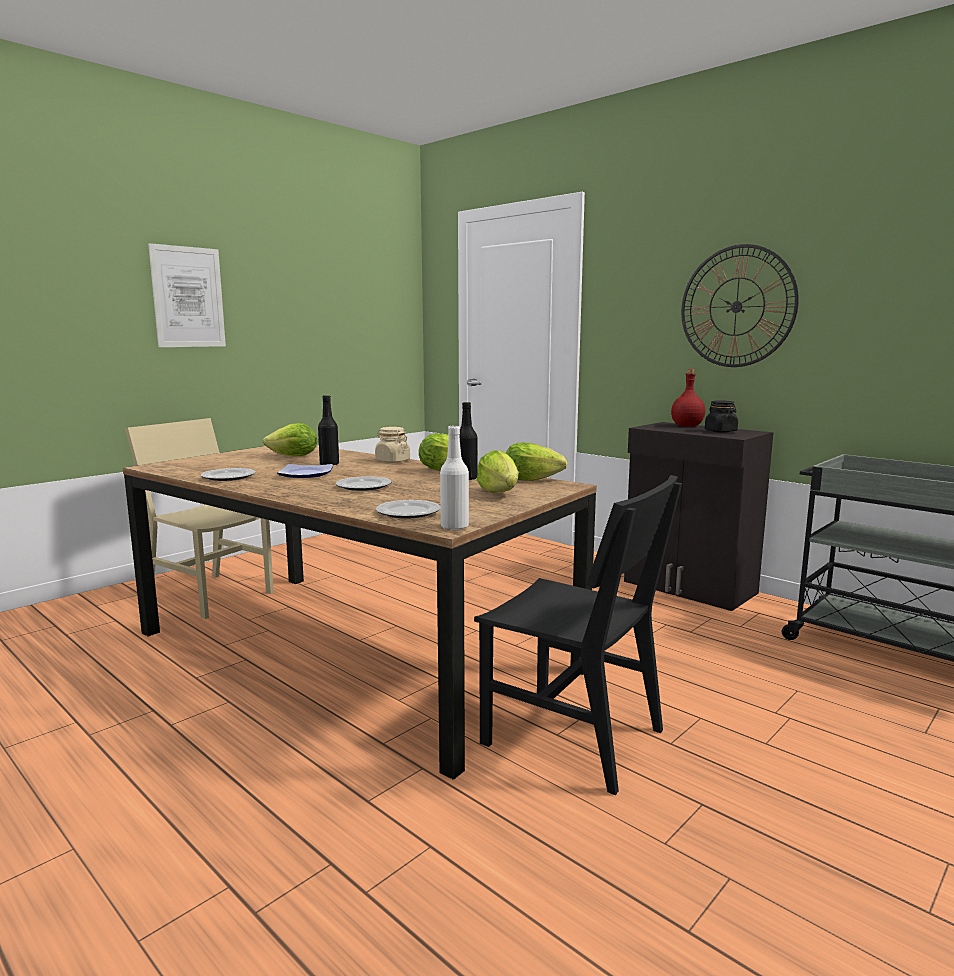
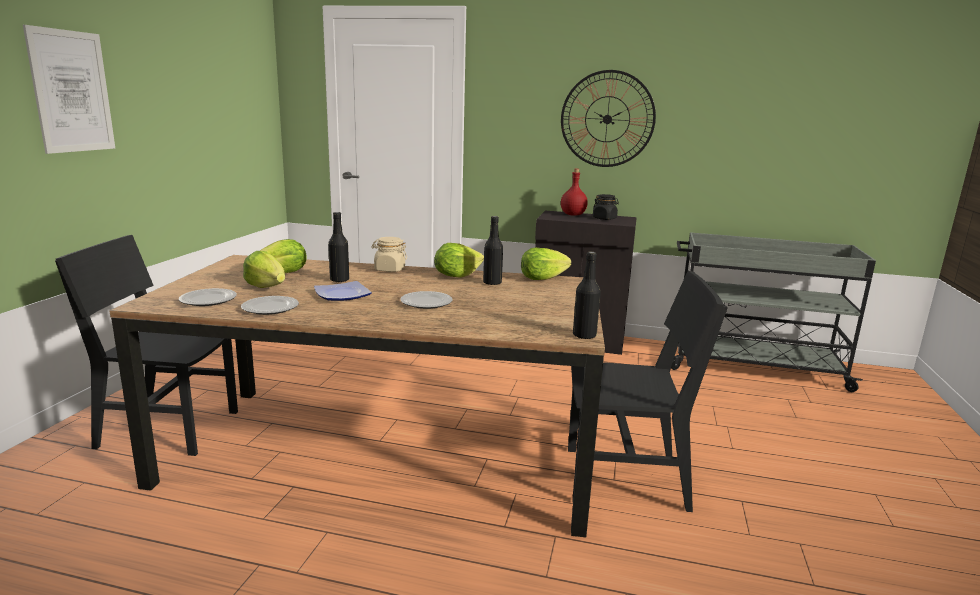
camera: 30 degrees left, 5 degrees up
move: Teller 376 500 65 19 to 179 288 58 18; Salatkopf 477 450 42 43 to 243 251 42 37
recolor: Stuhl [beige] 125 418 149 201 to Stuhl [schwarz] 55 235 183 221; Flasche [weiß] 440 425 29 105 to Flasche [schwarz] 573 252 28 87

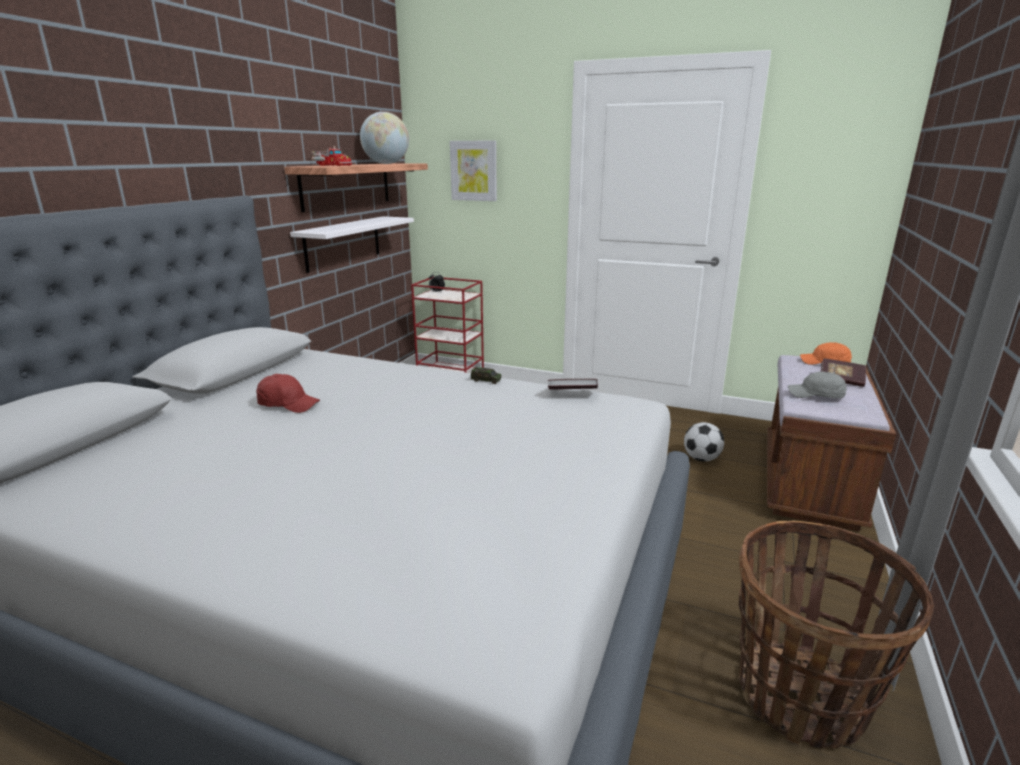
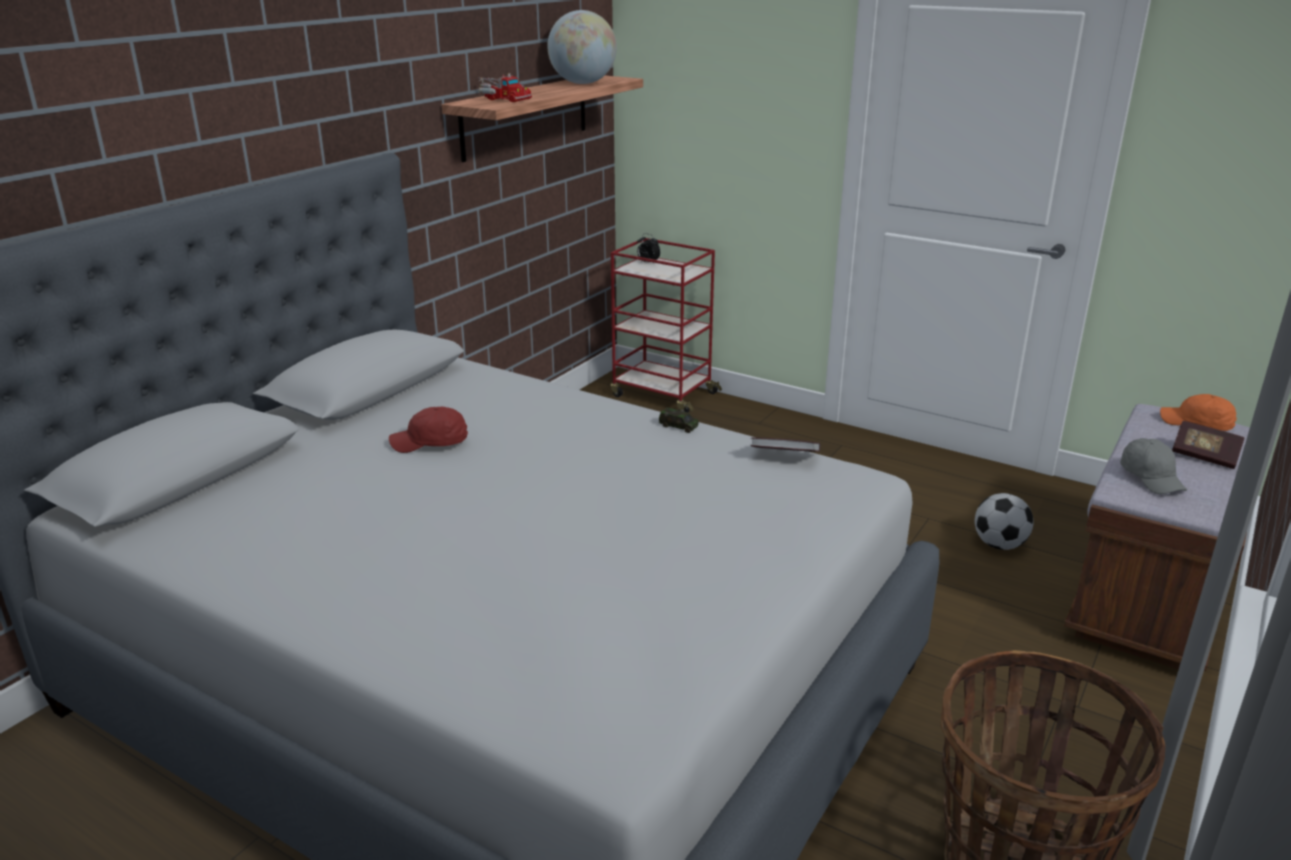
camera: 10 degrees right, 5 degrees up
delete: Wandregal [weiß] 290 216 124 57; Bild 450 141 47 60
rotate: Kappe [rot] 256 374 64 39 = 389 407 79 46 150 degrees clockwise; Kappe [grau] 788 372 59 26 = 1120 438 67 56 135 degrees counterclockwise

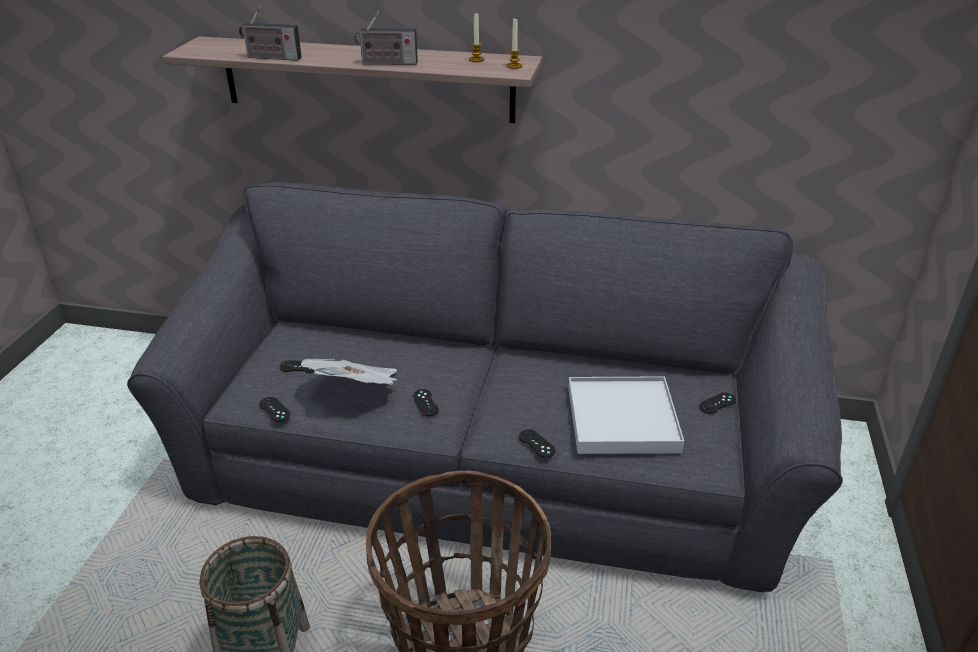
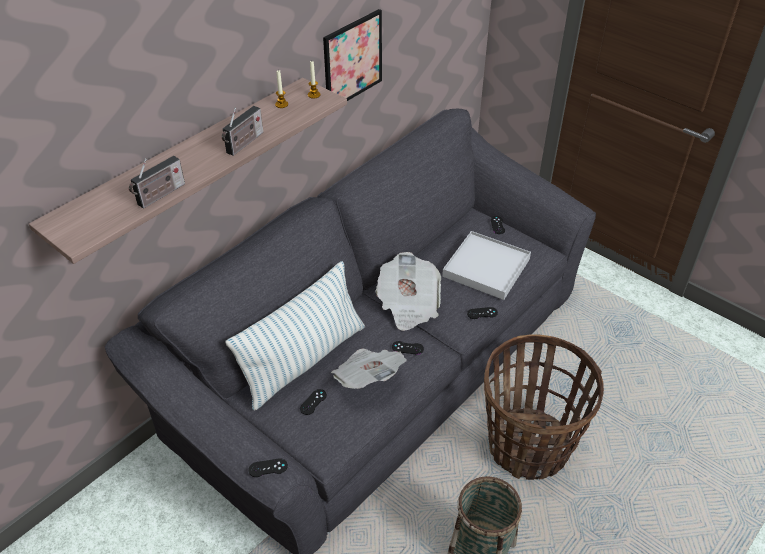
camera: 60 degrees left, 10 degrees up
insert: Kissen 226 261 139 149; Bild 323 9 59 92; Zeitung 375 252 66 79
move: Gamepad [schwarz] 259 397 31 25 to 248 458 40 19

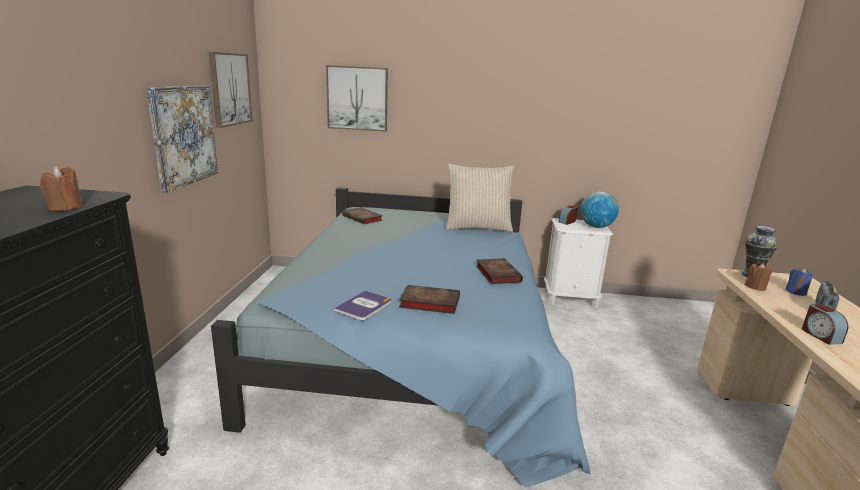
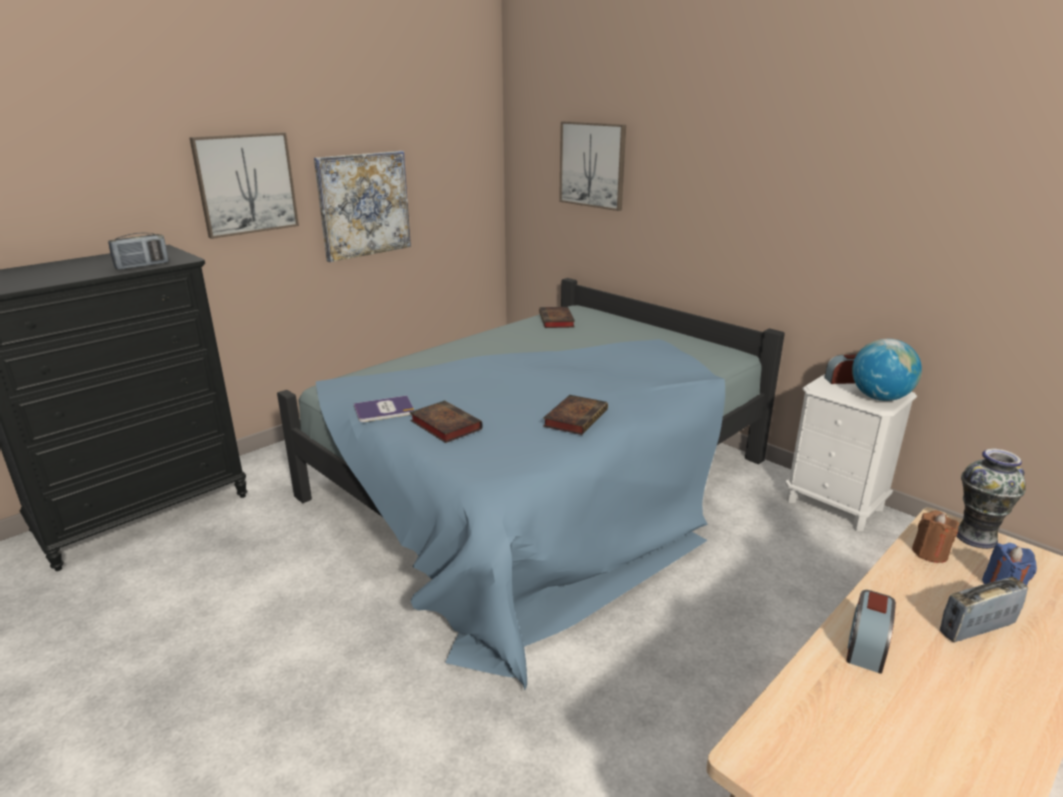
camera: 40 degrees right, 5 degrees up
delete: Kissen [beige] 445 164 69 68
move: Bild 209 52 44 76 to 189 132 110 107
replace: Kerze [braun] 40 166 43 45 to Radio 108 233 61 37

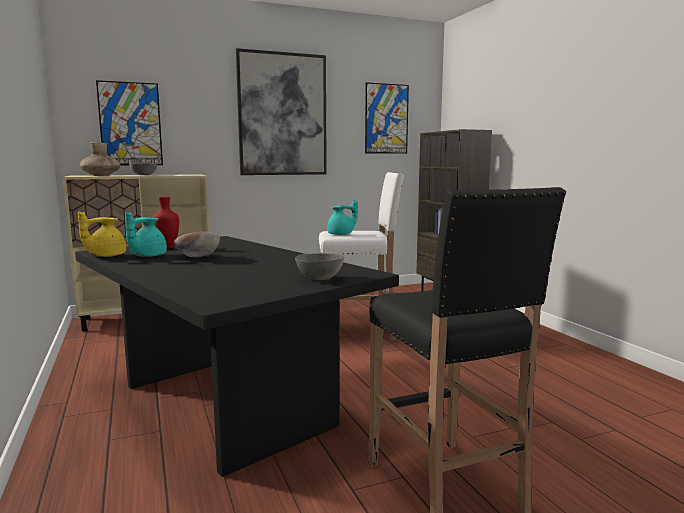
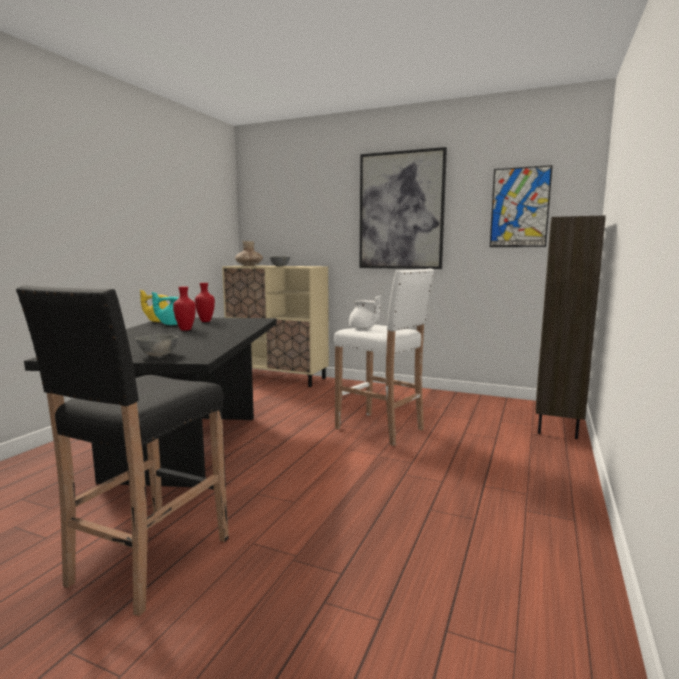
camera: 45 degrees right, 0 degrees up
delete: Bild 96 80 67 85
replace: Schüssel 174 232 46 25 to Vase [rot] 173 286 23 45
recolor: Teekanne [türkis] 327 199 31 36 to Teekanne [weiß] 349 295 32 34

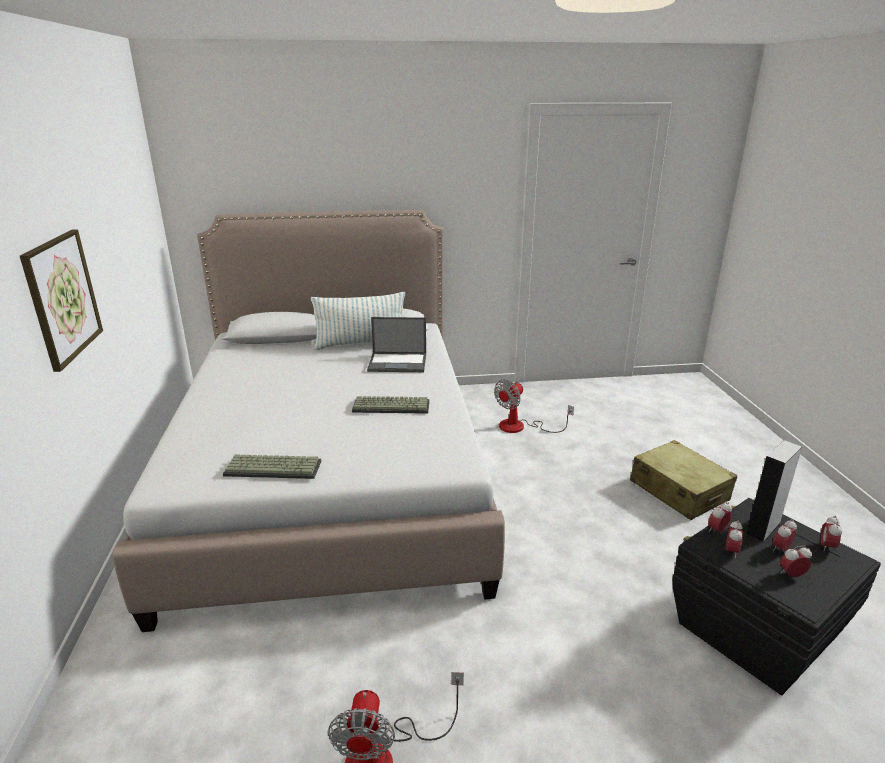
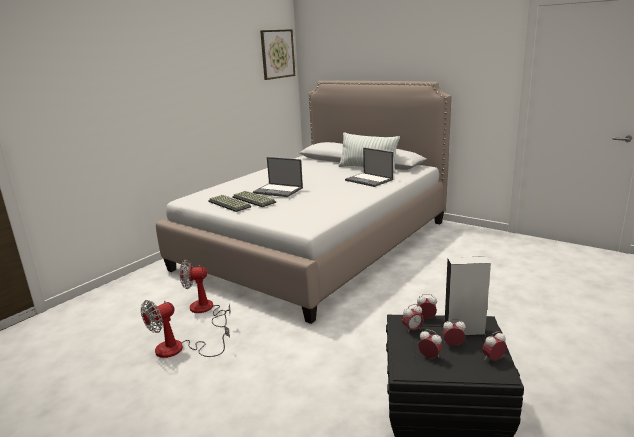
camera: 45 degrees right, 5 degrees down
delete: Koffer [beige] 630 440 108 80
insert: Laptop 253 157 50 40
move: Ventilator 494 379 80 54 to 180 260 51 67; Tastatur 352 396 78 18 to 232 191 44 16; Bild 20 229 83 143 to 260 29 35 51

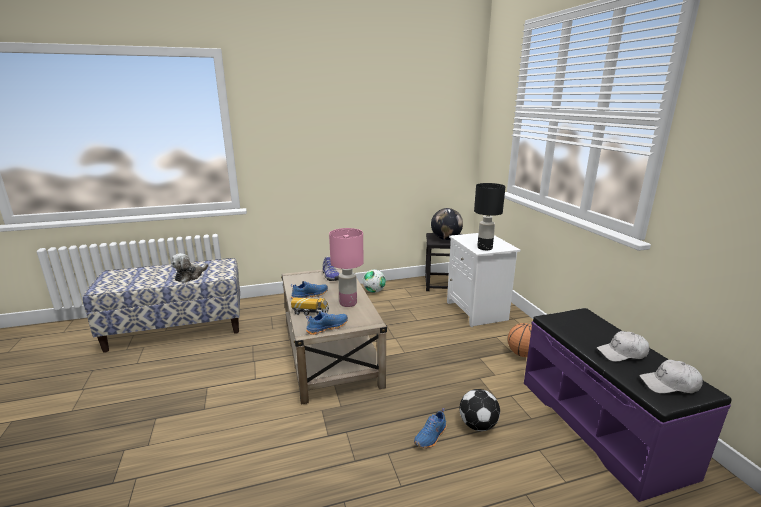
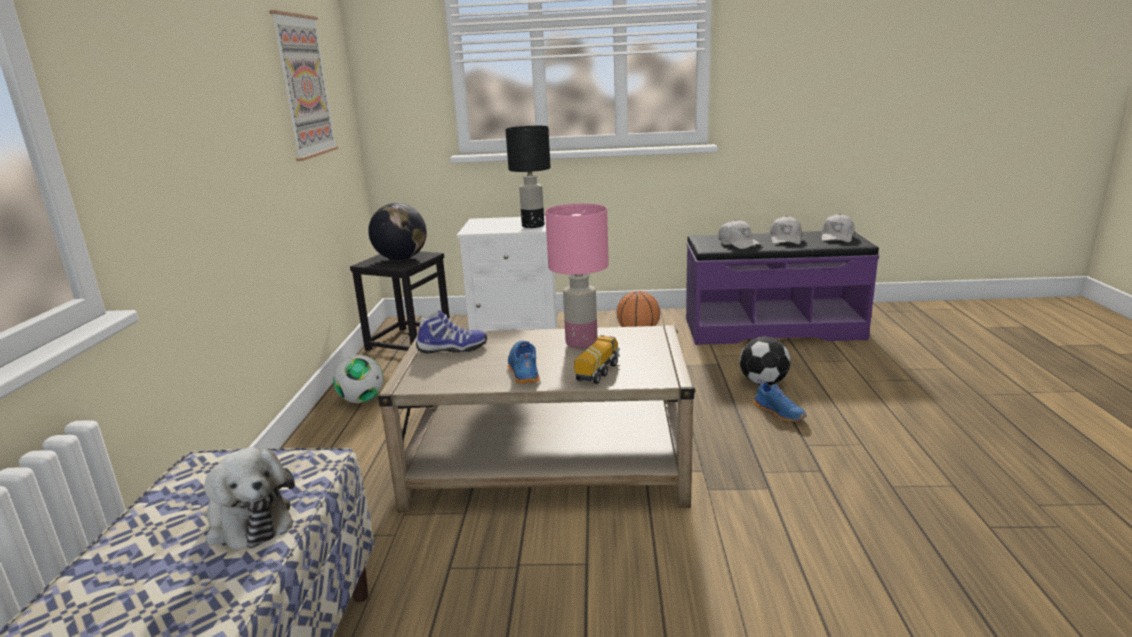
camera: 70 degrees left, 0 degrees up
delete: Schuh [blau] 306 311 42 24
insert: Bild 269 10 69 151; Kappe [weiß] 718 220 44 29

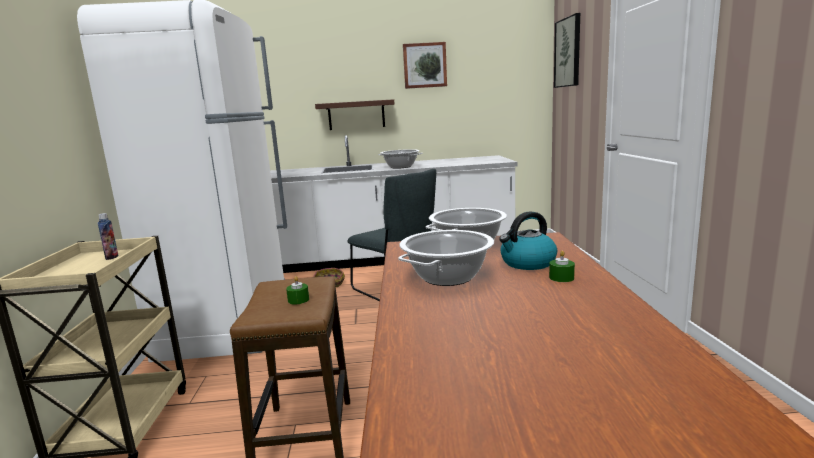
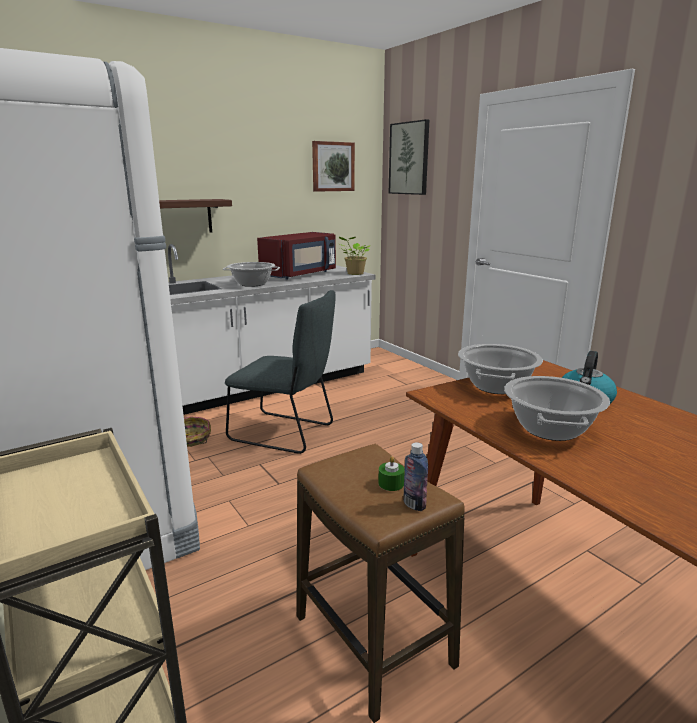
camera: 30 degrees left, 5 degrees up
delete: Kerze [grün] 549 250 26 32
insert: Mikrowelle [rot] 257 232 79 48; Topfpflanze 339 237 32 38
move: Bild 403 42 44 47 to 312 141 43 51; Flasche 98 213 21 47 to 403 443 25 68

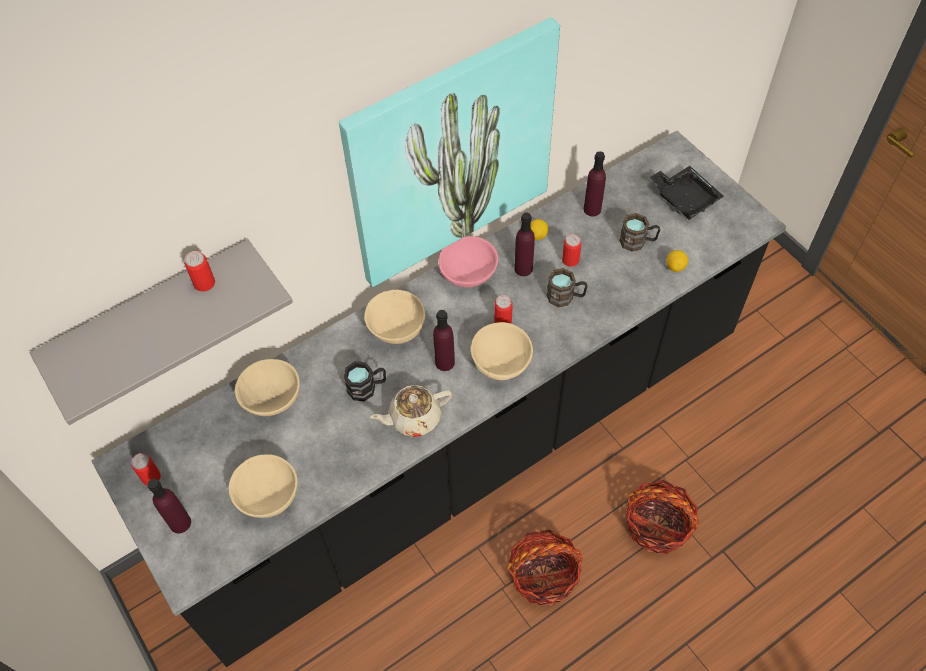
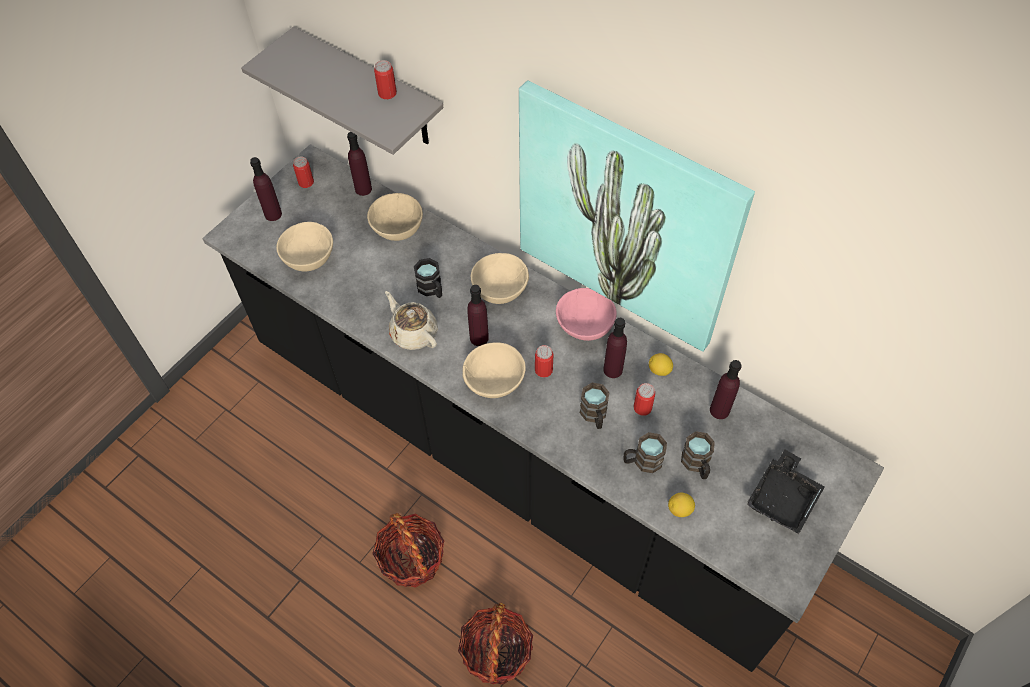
camera: 70 degrees right, 0 degrees up
insert: Flasche [lila] 347 132 25 64; Henkelbecher [braun] 624 432 43 41

